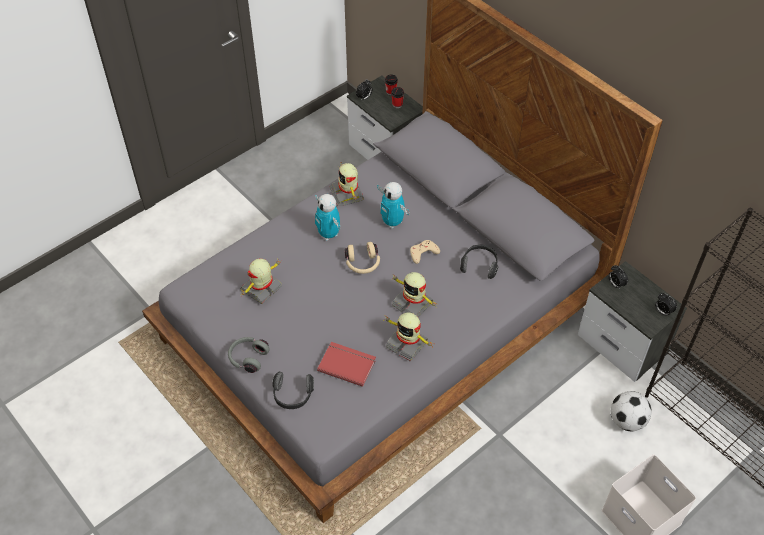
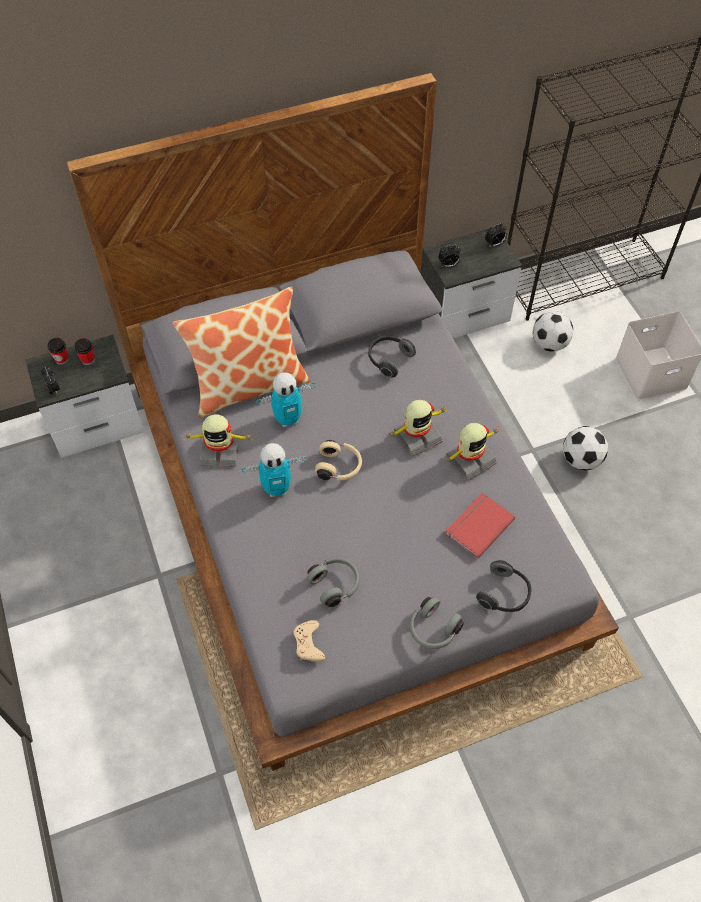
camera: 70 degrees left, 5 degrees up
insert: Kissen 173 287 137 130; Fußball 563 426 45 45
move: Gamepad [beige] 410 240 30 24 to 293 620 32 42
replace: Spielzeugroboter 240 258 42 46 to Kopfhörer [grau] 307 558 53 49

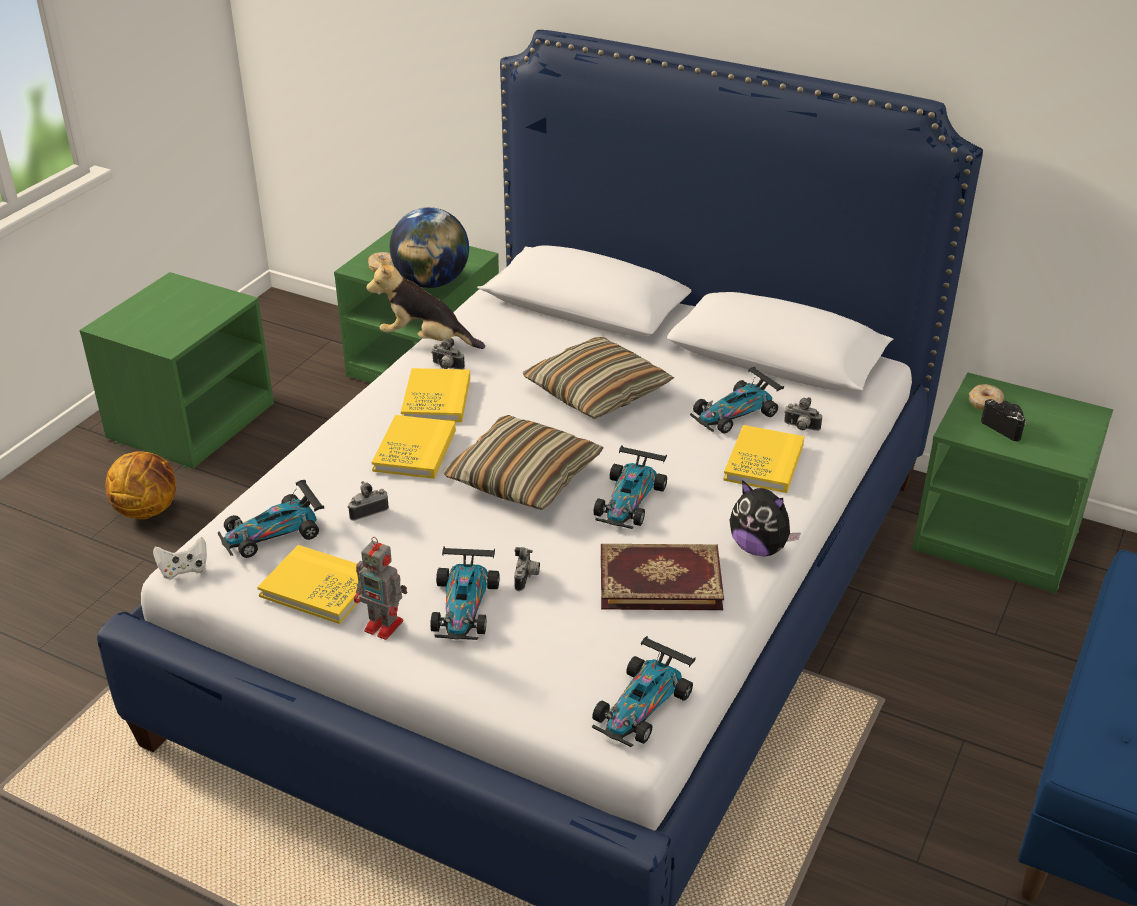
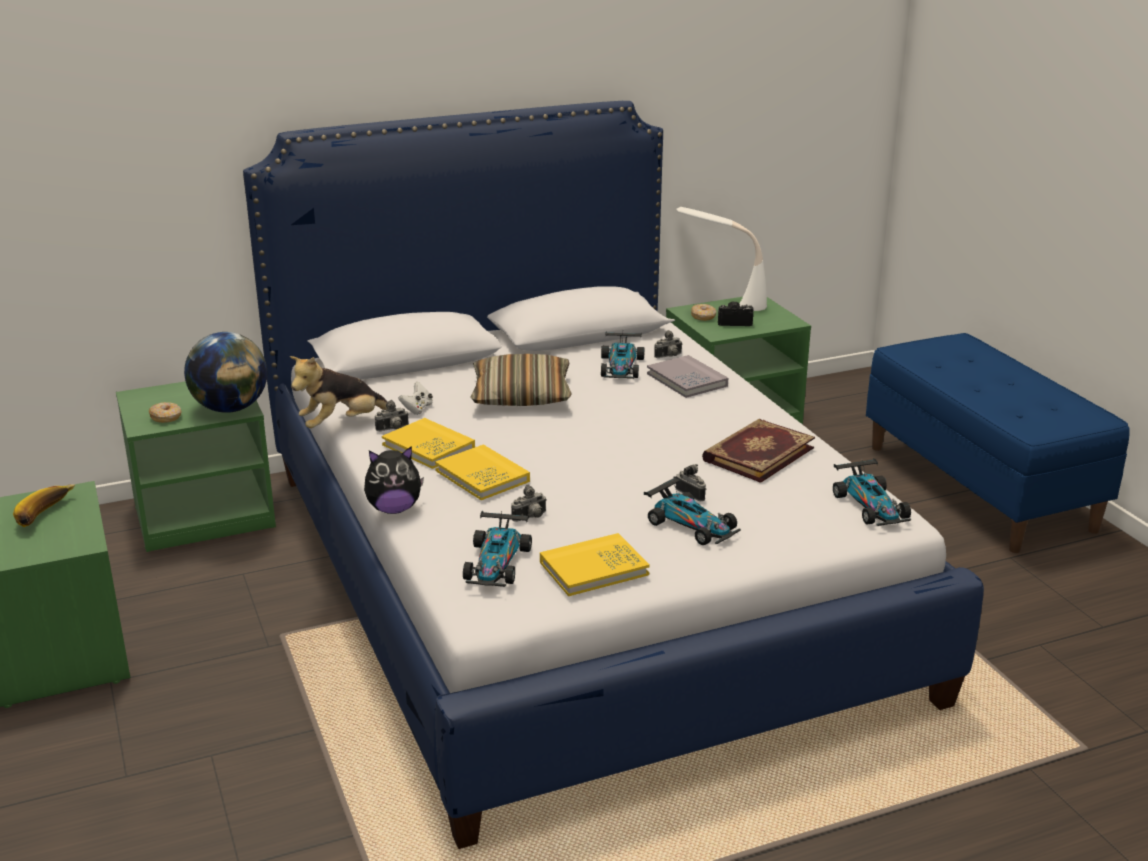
camera: 50 degrees left, 10 degrees down
delete: Basketball 105 451 71 68; Spielzeugroboter 354 537 53 103; Kissen 442 415 162 95; Spielzeugauto 593 445 74 84
insert: Banane 13 484 62 43; Tischlampe [weiß] 676 207 91 104
move: Plüschtier 729 480 72 76 to 364 446 60 68; Gamepad [weiß] 153 537 54 42 to 398 382 35 33
recolor: Buch [gelb] 723 425 81 68 to Buch [grau] 647 355 81 43
rotate: Kamera 347 481 42 40 = 511 485 36 37 135 degrees counterclockwise

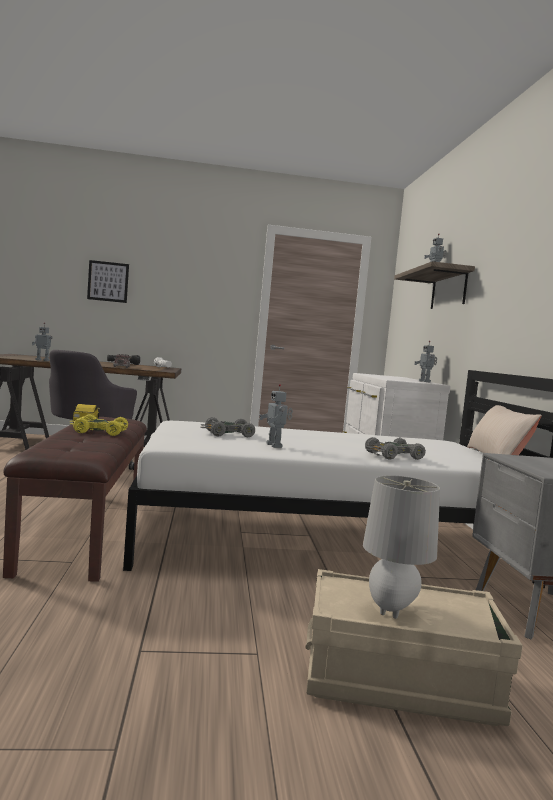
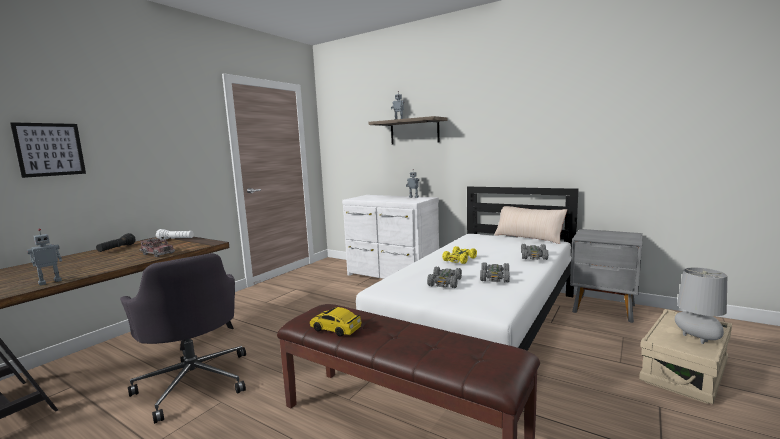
camera: 50 degrees left, 5 degrees up
move: Spielzeugauto [gelb] 70 414 58 22 to 442 246 35 18
replace: Spielzeugroboter 259 384 34 64 to Spielzeugauto [grau] 480 262 30 21

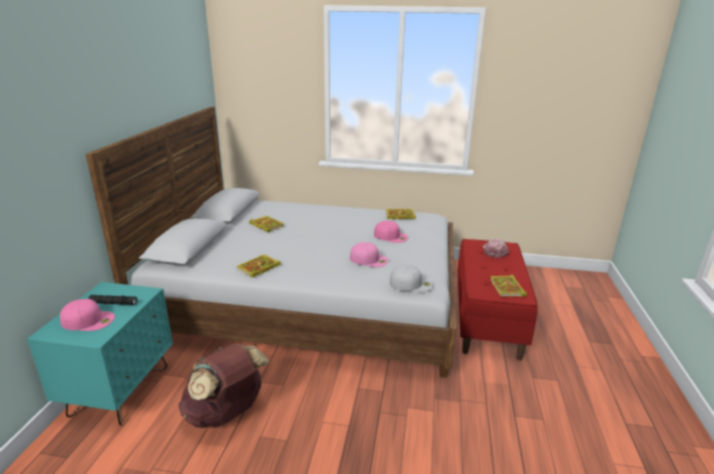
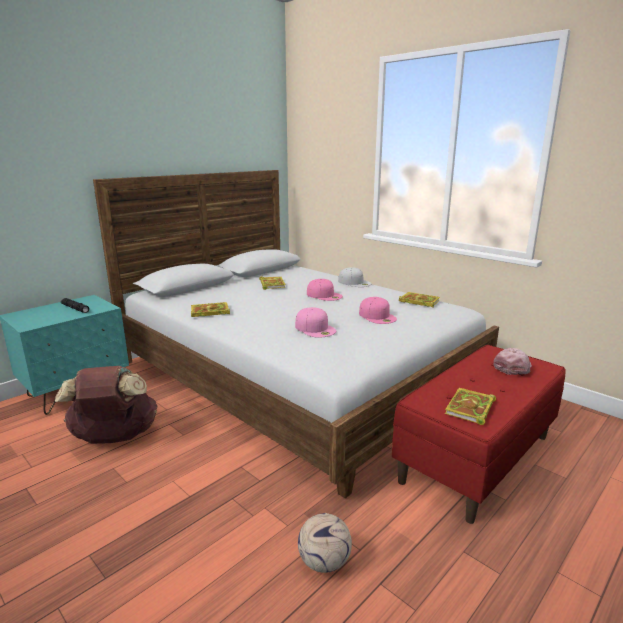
camera: 35 degrees right, 5 degrees down
insert: Fußball 298 513 54 60
move: Kappe [rosa] 60 299 55 32 to 307 279 36 22; Kappe [weiß] 390 265 43 27 to 338 267 34 20

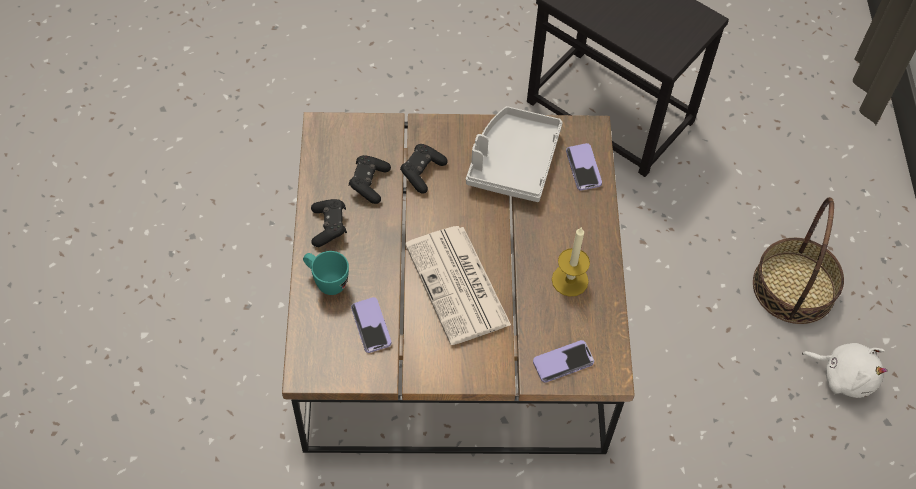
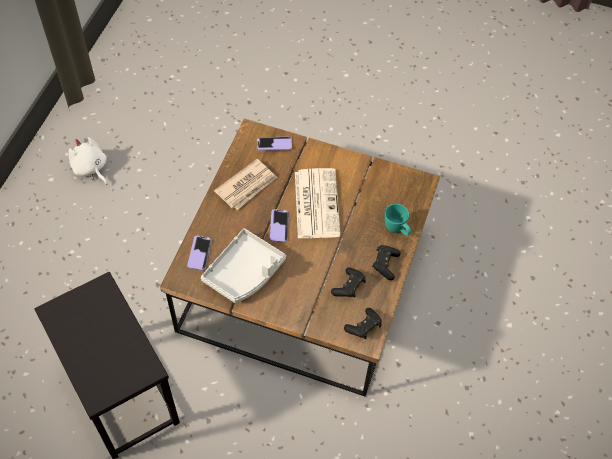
camera: 160 degrees left, 0 degrees up
delete: Korb 753 197 91 127
move: Handy 351 297 41 56 to 270 209 19 33; Gamepad [schwarz] 400 144 48 50 to 344 308 38 31
replace: Kerze 552 228 38 69 to Zeitung 214 159 63 51

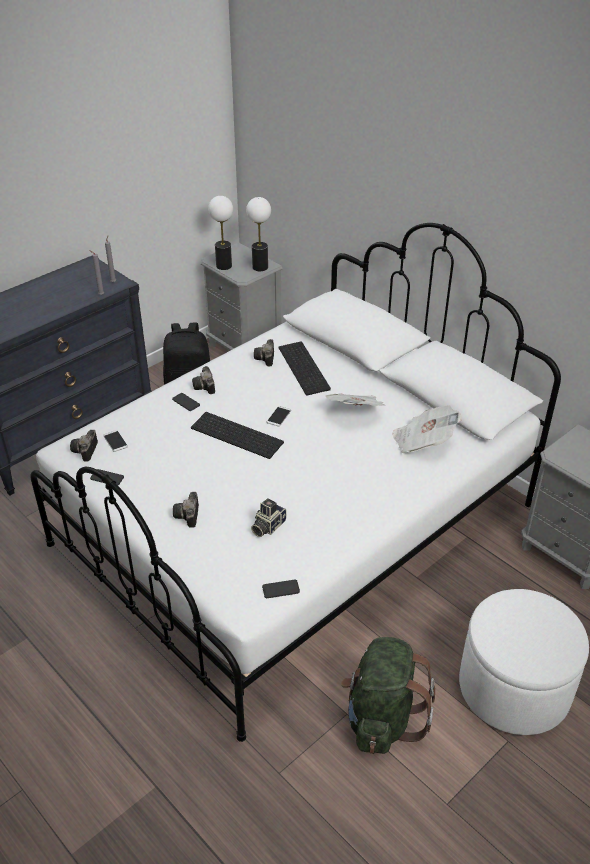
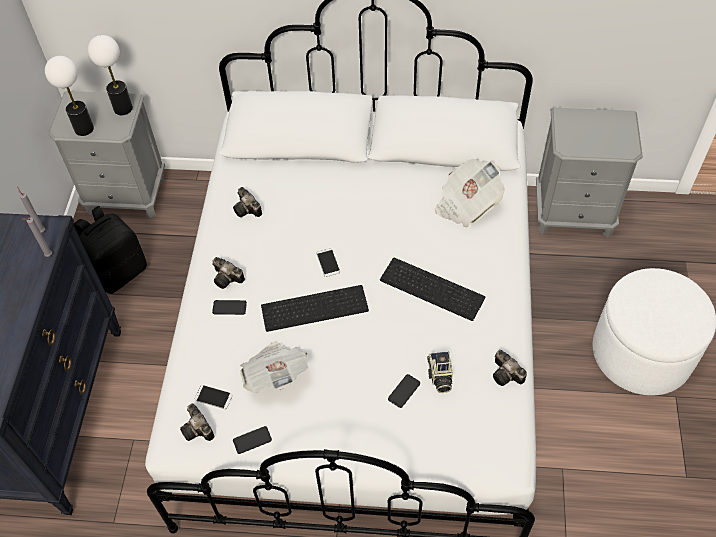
camera: 40 degrees left, 15 degrees up
delete: Rucksack [grün] 341 637 94 117
move: Zeitung 326 393 60 13 to 240 341 68 52; Tastatur 279 341 52 55 to 380 258 105 63; Handy 262 580 38 18 to 388 374 32 34; Kamera 173 492 26 36 to 493 350 34 36

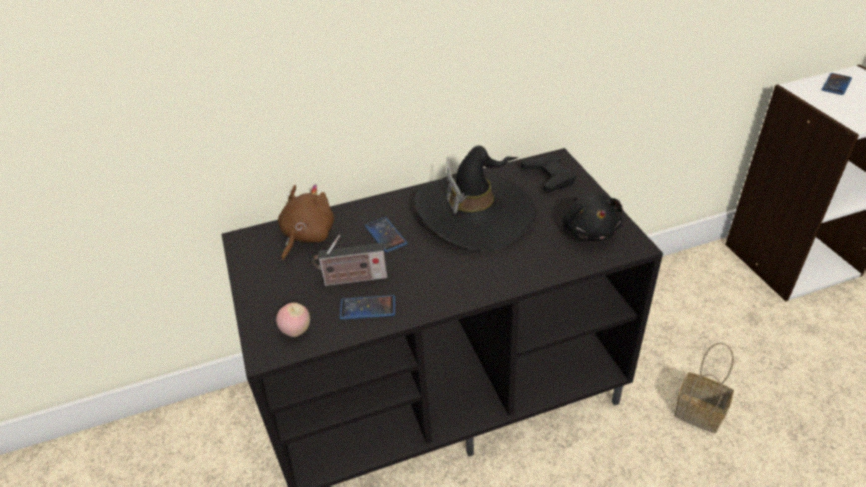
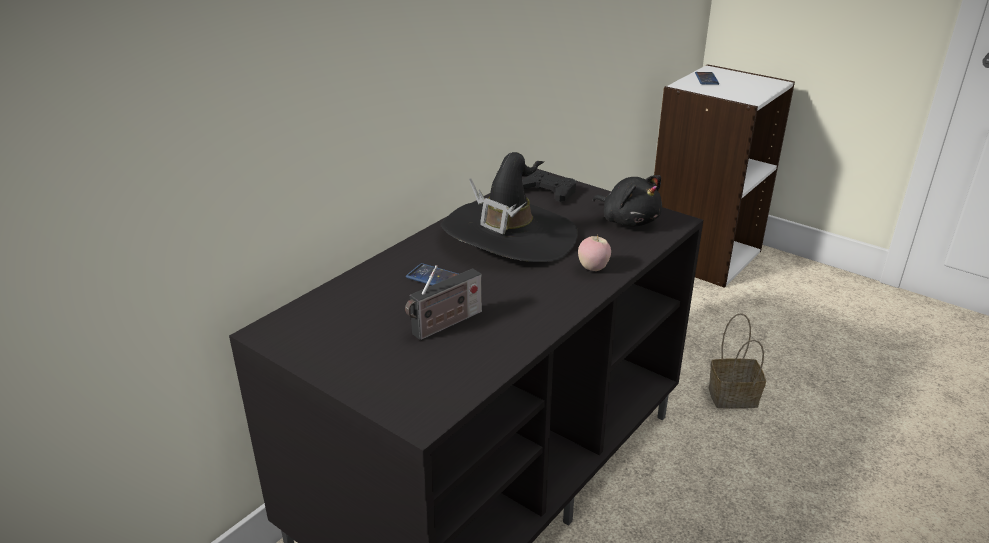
camera: 35 degrees left, 10 degrees down
delete: Plüschtier [braun] 278 184 56 77; Handy 340 295 55 25
move: Apfel 276 303 34 34 to 578 235 33 36

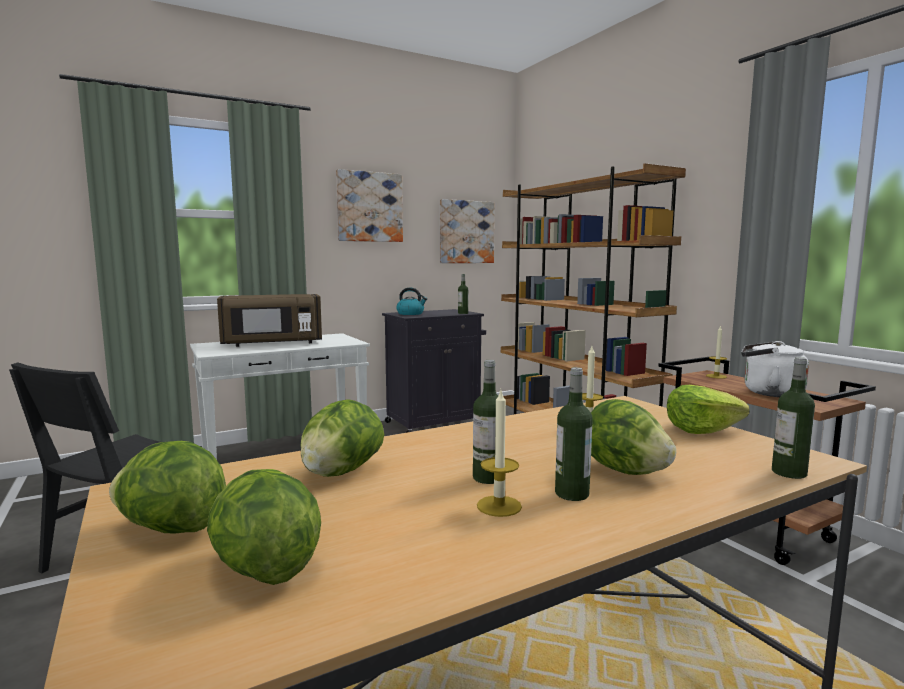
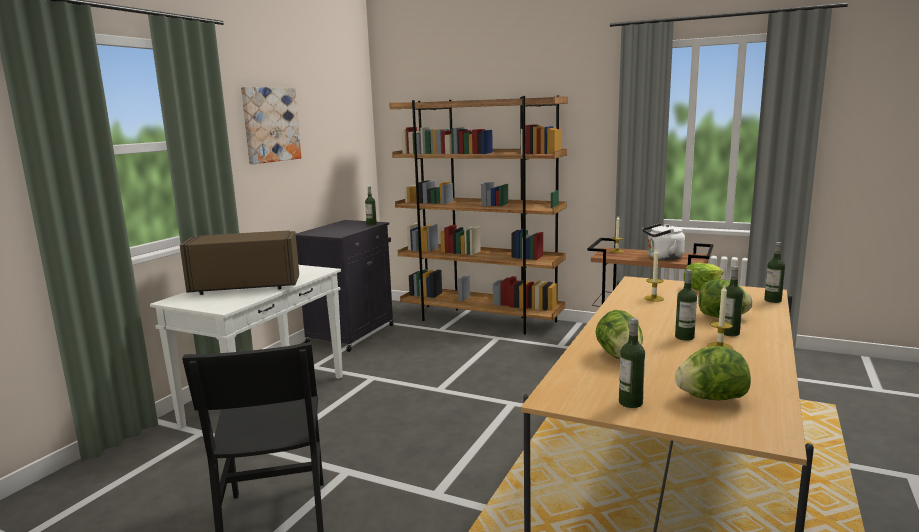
camera: 35 degrees left, 5 degrees up
delete: Wasserkessel 396 287 31 28; Bild 440 199 55 64
replace: Salatkopf 109 441 117 93 to Flasche 619 318 26 90
rotate: Mikrowelle [braun] 217 294 105 53 = 180 230 119 65 135 degrees counterclockwise

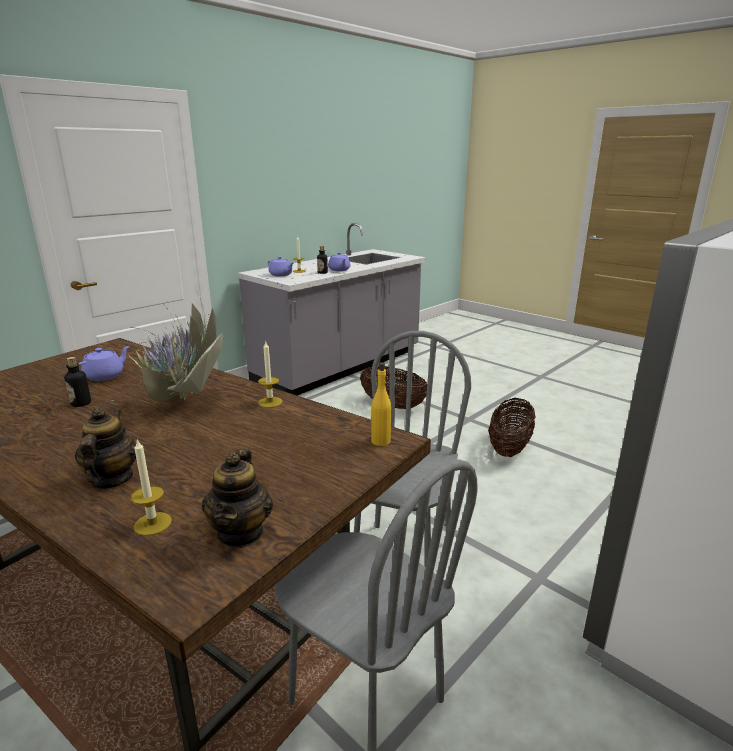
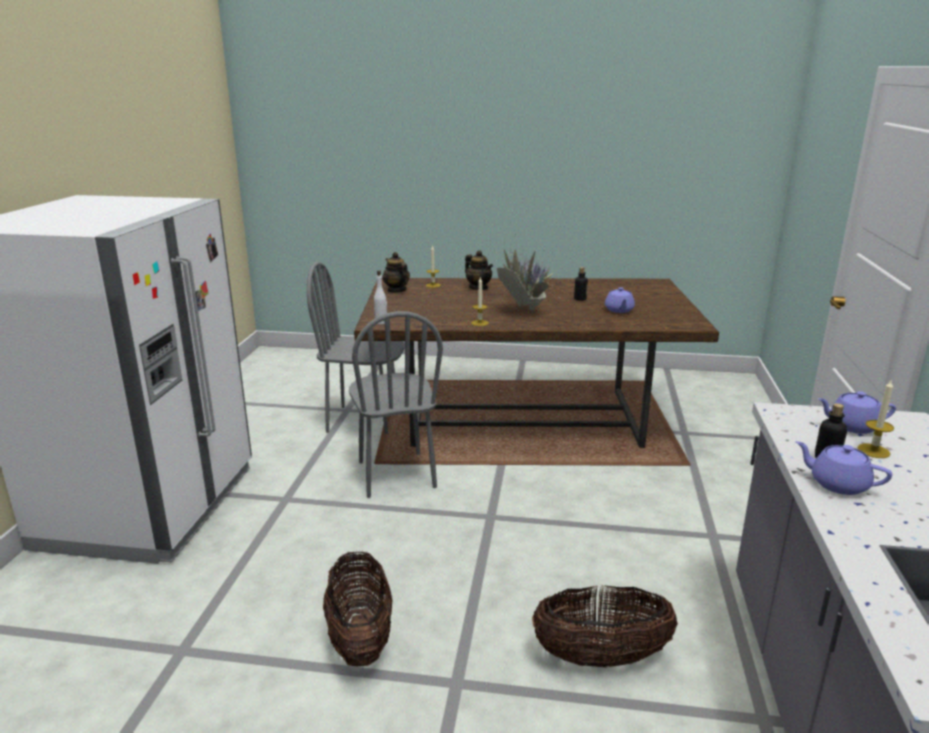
camera: 145 degrees right, 0 degrees up
recolor: Flasche [gelb] 371 362 20 84 to Flasche [weiß] 374 270 13 55

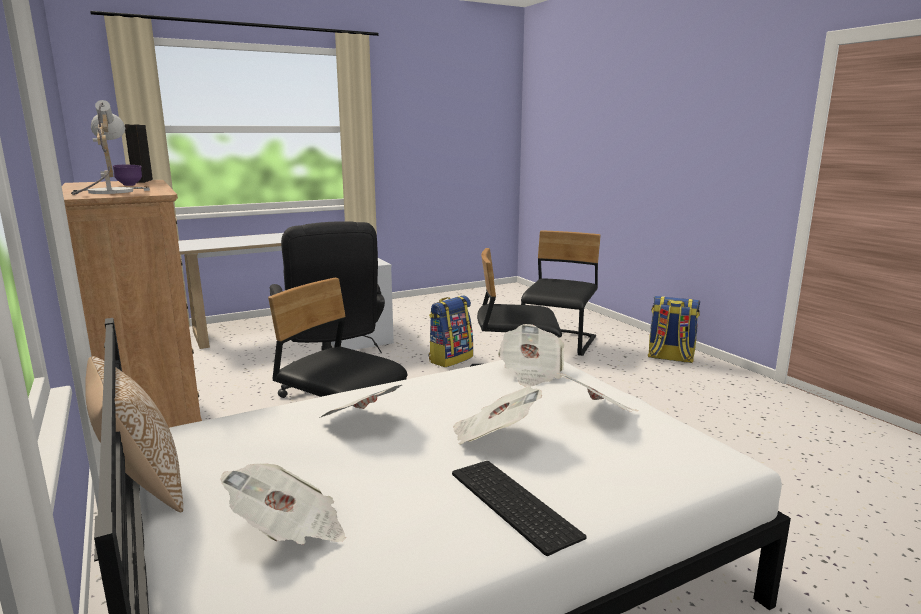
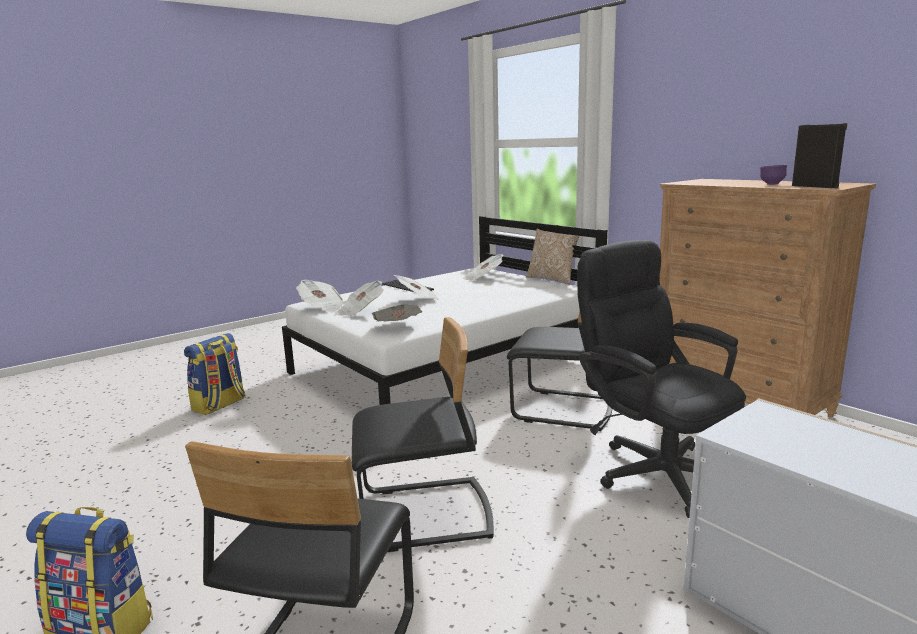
camera: 170 degrees right, 0 degrees up
delete: Tischlampe 71 100 79 95
move: Rucksack 429 295 44 72 to 184 333 61 82; Zeitung 319 385 83 33 to 296 280 49 32

